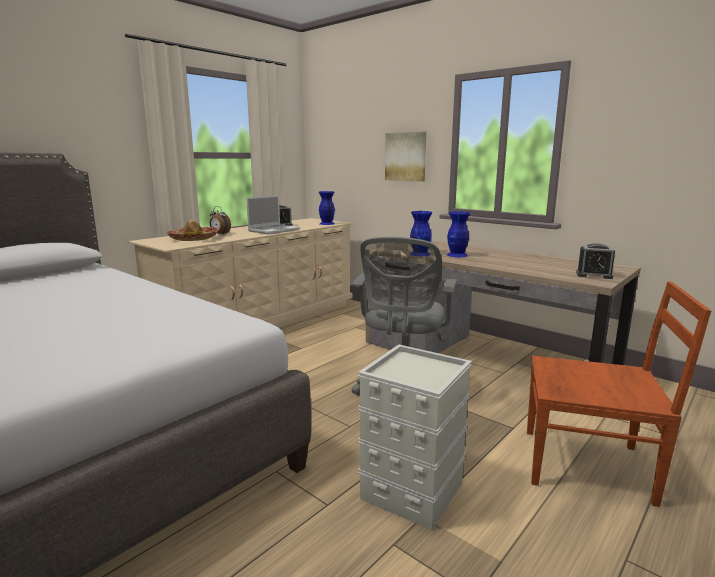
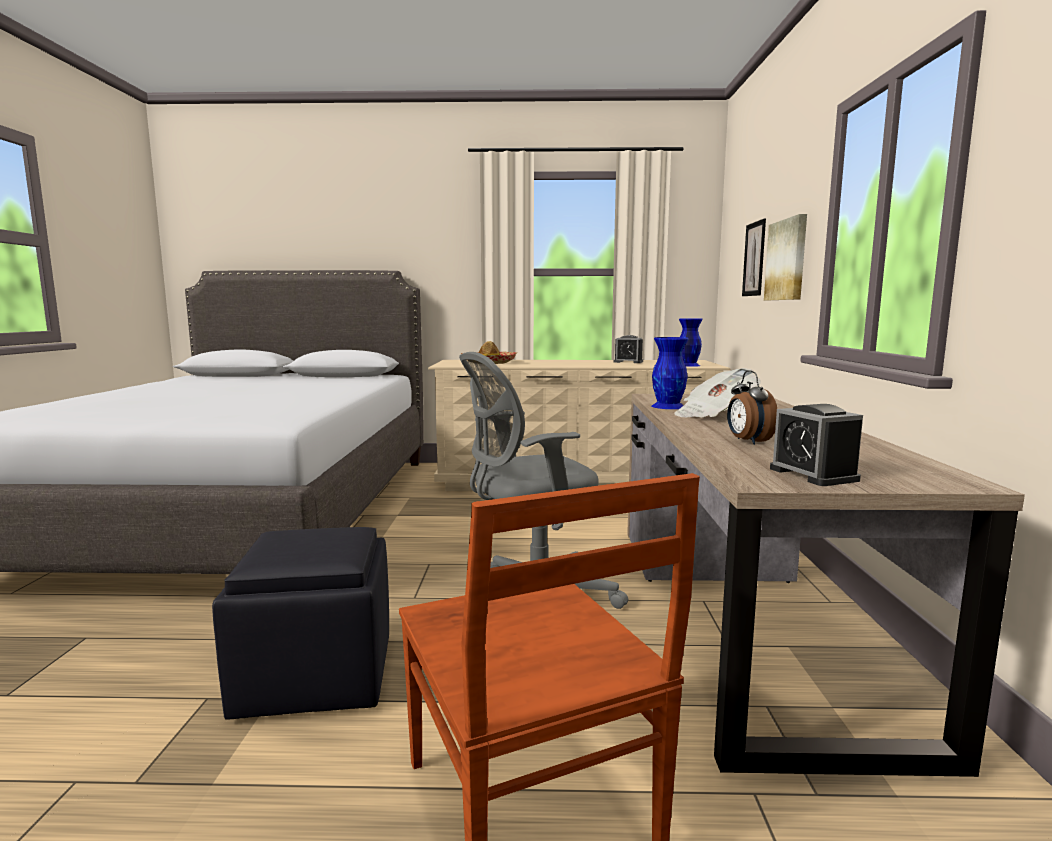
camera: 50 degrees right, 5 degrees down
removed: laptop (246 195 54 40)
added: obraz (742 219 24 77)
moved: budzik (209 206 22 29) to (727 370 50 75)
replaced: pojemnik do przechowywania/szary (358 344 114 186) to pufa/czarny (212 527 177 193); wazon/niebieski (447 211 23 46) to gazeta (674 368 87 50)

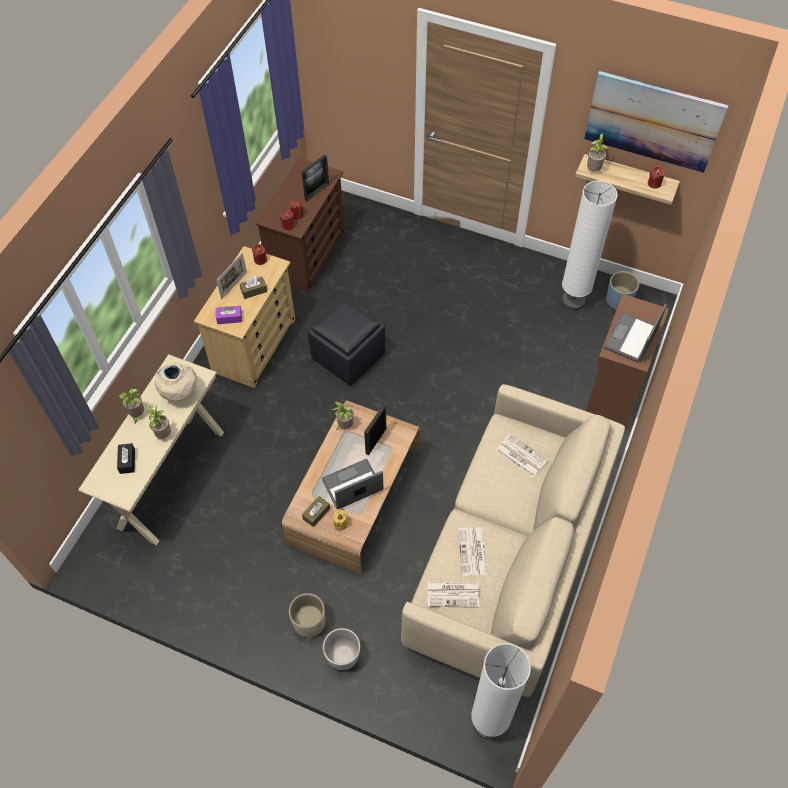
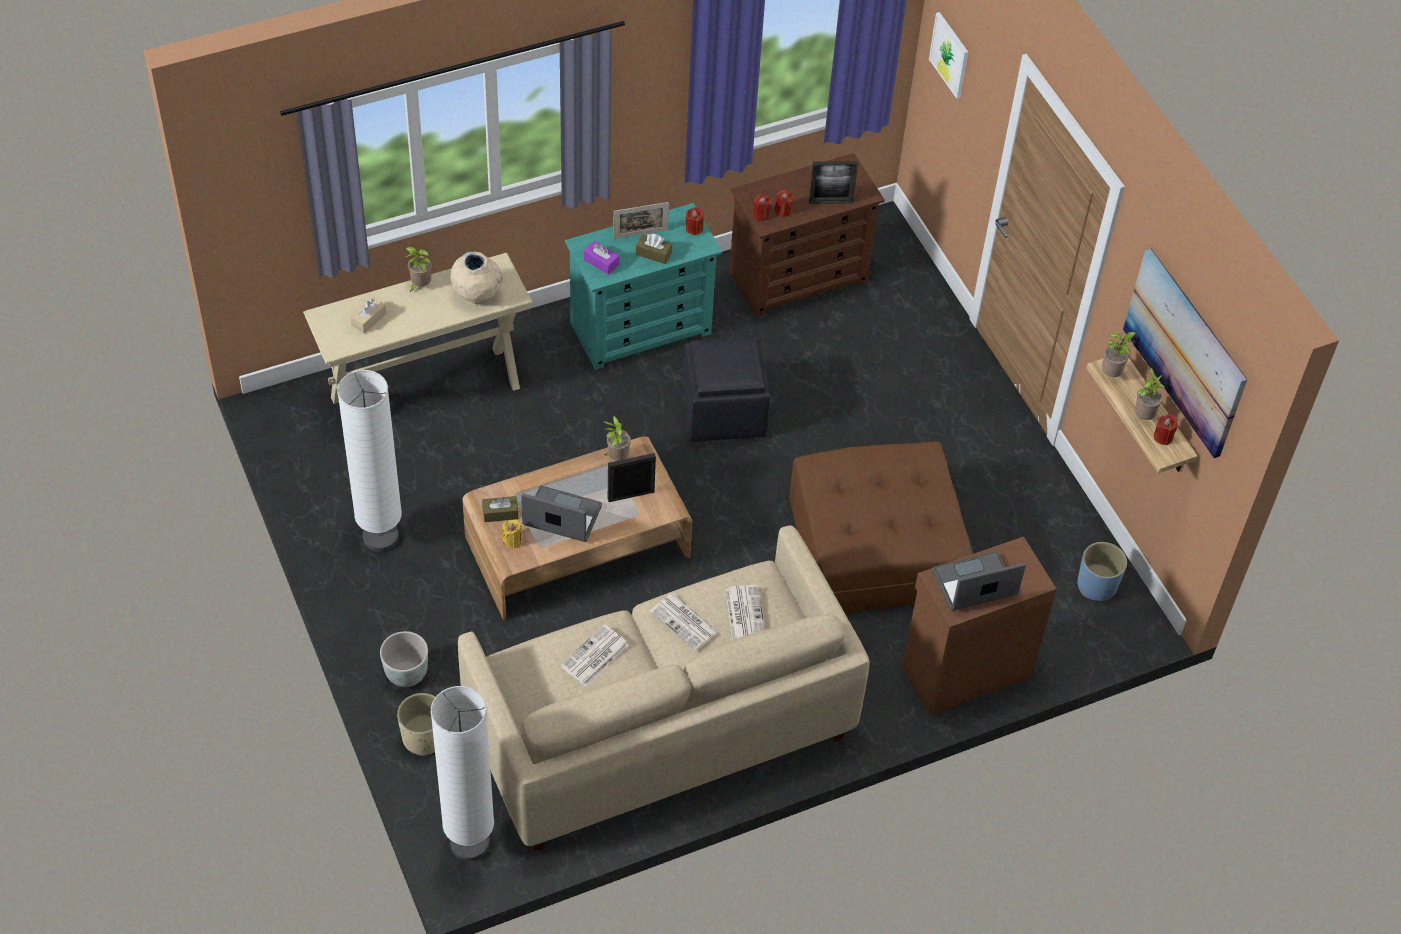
camera: 40 degrees right, 5 degrees down
added: pufa/brązowy (789 441 184 172); obraz (929 12 39 87)
moved: lampa stojąca/biały (562 181 56 129) to (337 370 65 182); donica/beżowy (289 593 36 44) to (397 693 39 63); gazeta (428 582 51 26) to (650 593 69 58); roślina doniczkowa (146 404 25 35) to (1135 368 30 52)
recoloured: pudełko chusteczek/czarny (117 443 18 31) to pudełko chusteczek/beżowy (350 297 36 36); komoda/beżowy (194 246 101 142) to komoda/turkusowy (565 203 157 167)

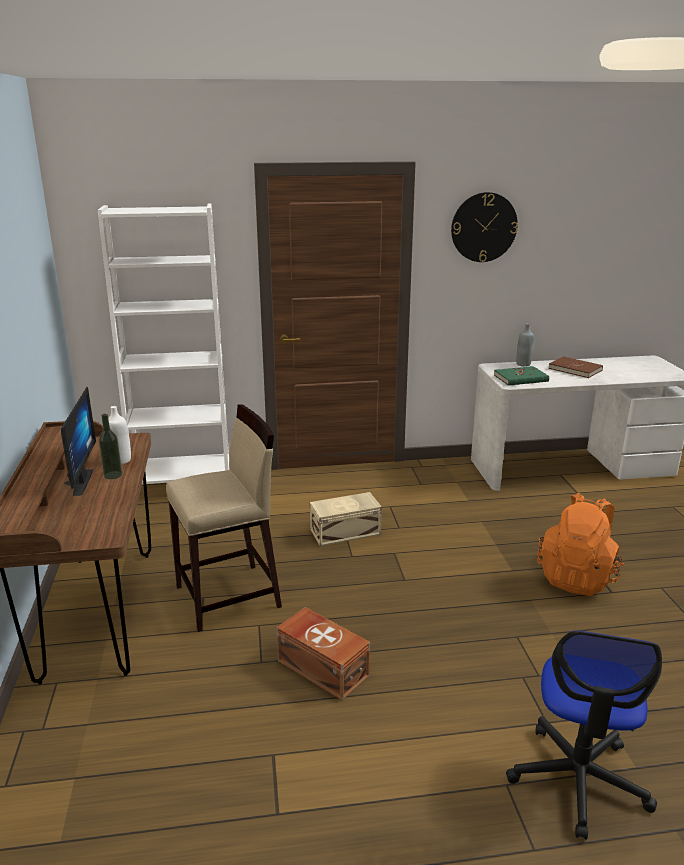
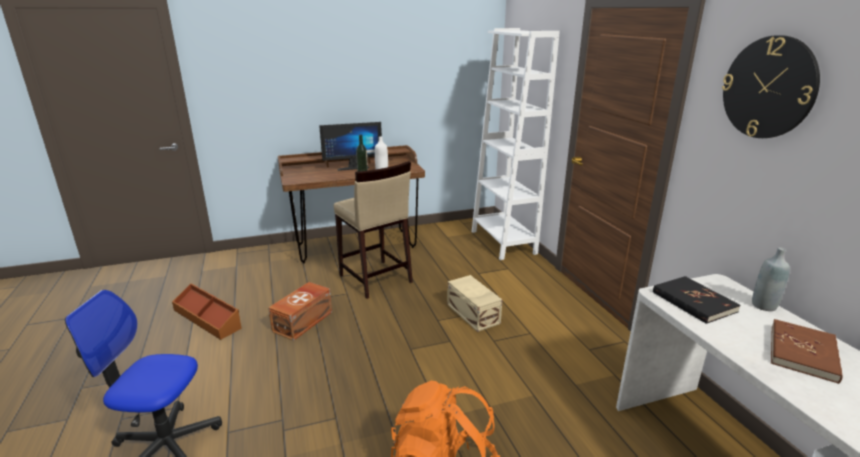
camera: 80 degrees right, 0 degrees up
added: pojemnik do przechowywania/brązowy (172 283 70 57)
recoloured: książka/zielony (494 366 55 20) to książka/czarny (653 276 88 48)

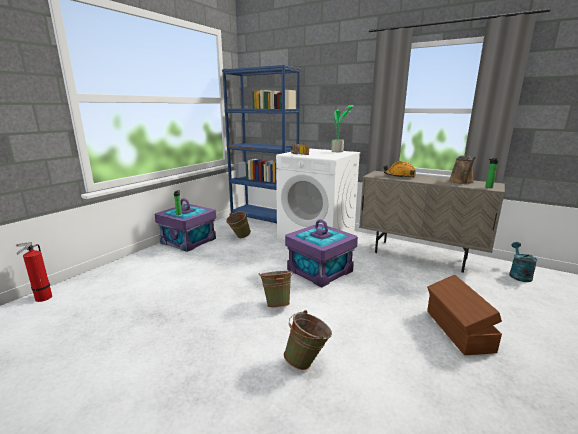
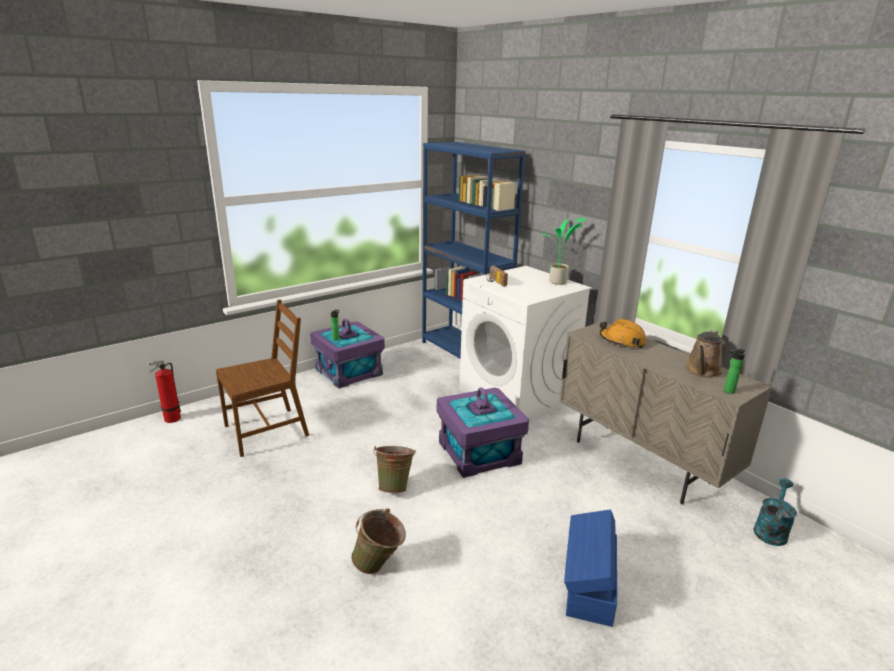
camera: 20 degrees right, 5 degrees up
removed: wiadro/zielony (226 211 25 27)
added: krzesło/brązowy (216 299 93 158)
recoloured: pojemnik do przechowywania/brązowy (427 275 75 80) to pojemnik do przechowywania/niebieski (564 510 53 117)

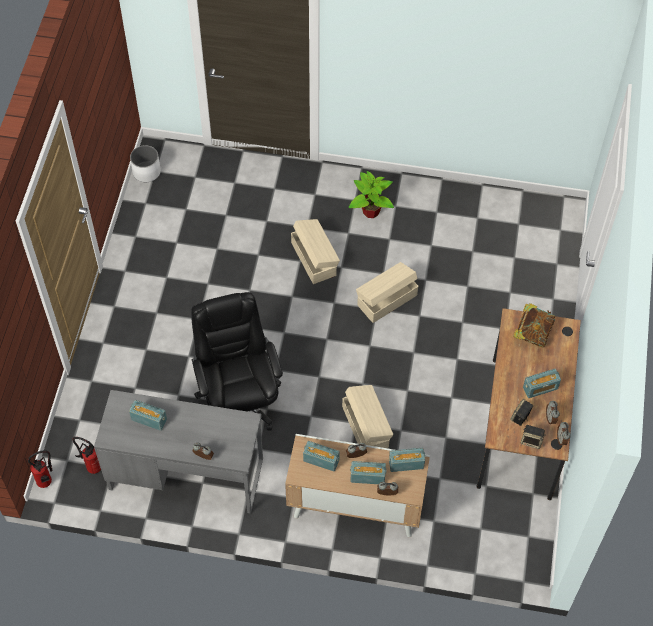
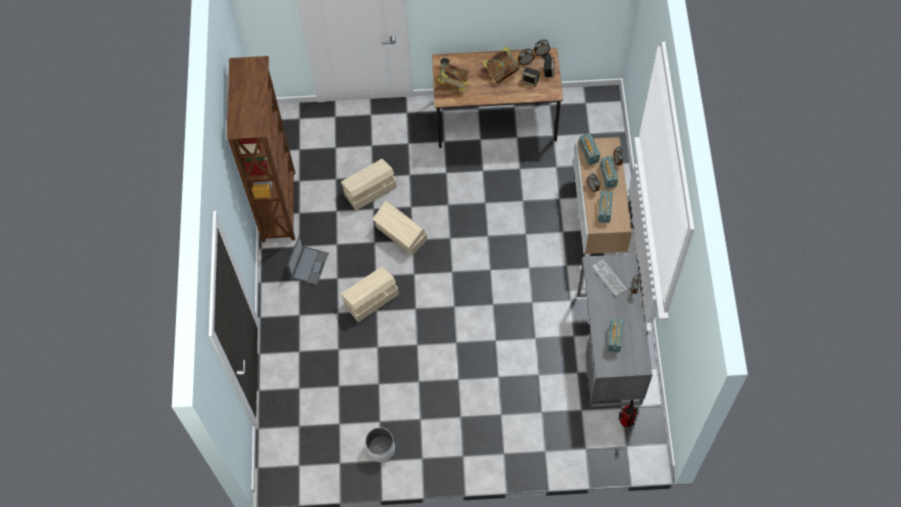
camera: 100 degrees left, 5 degrees up
removed: gaśnica (28 450 25 38); krzesło biurowe/czarny (191 292 92 138)
added: regał/brązowy (227 56 68 186); klawiatura (592 260 35 36)
moved: pojemnik do przechowywania/beżowy (342 385 51 63) to (341 159 56 52); donica/biały (130 145 31 37) to (365 427 30 35)
replaced: roślina doniczkowa (349 171 45 47) to laptop (287 234 42 51); radio (523 369 38 29) to książka (482 47 38 37)

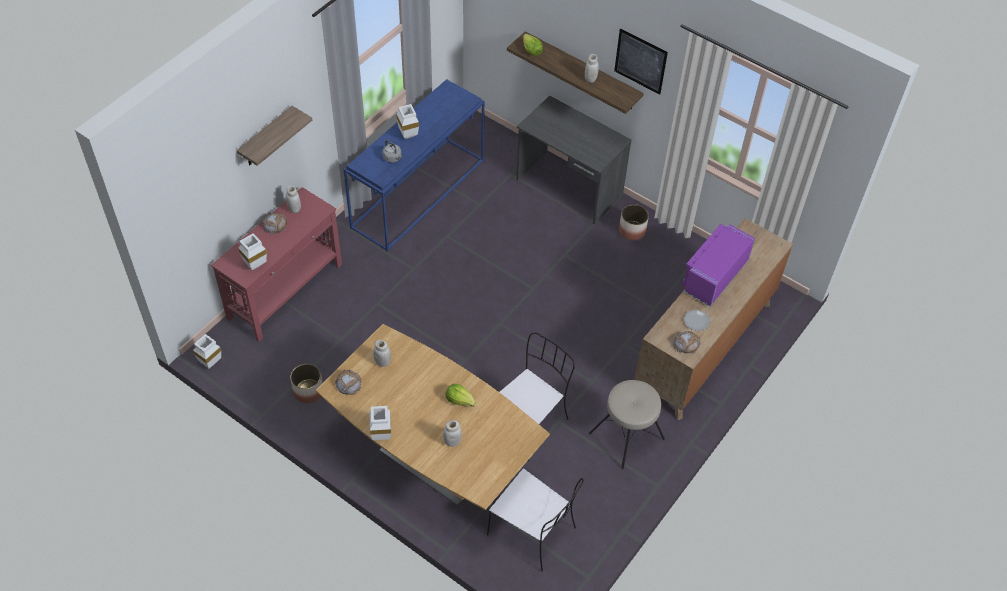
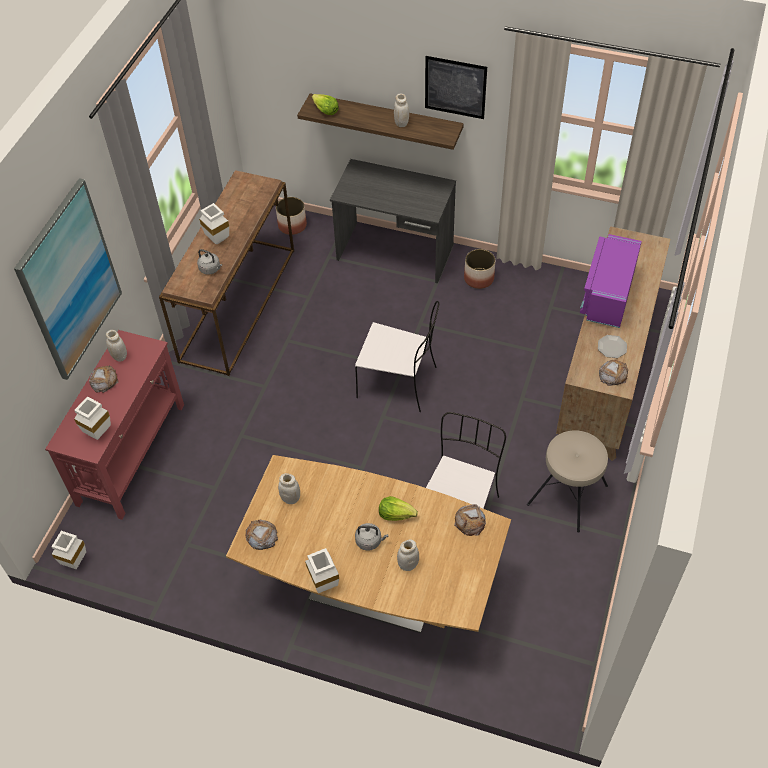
camera: 15 degrees left, 0 degrees up
added: czajnik/szary (355 523 33 28); chleb (454 504 32 32)
moved: donica (290 364 33 39) to (276 197 31 38); krzesło/biały (487 469 97 102) to (355 301 84 111)
replaced: półka (237 106 75 60) to obraz (14 178 108 202)
recoloured: stolik konsolowy/niebieski (343 79 142 173) to stolik konsolowy/brązowy (159 170 135 206)

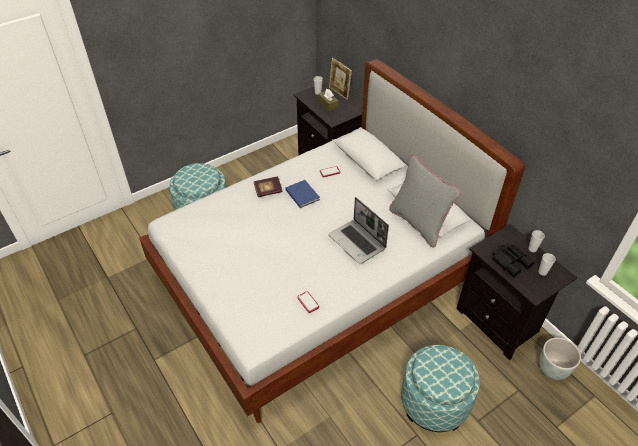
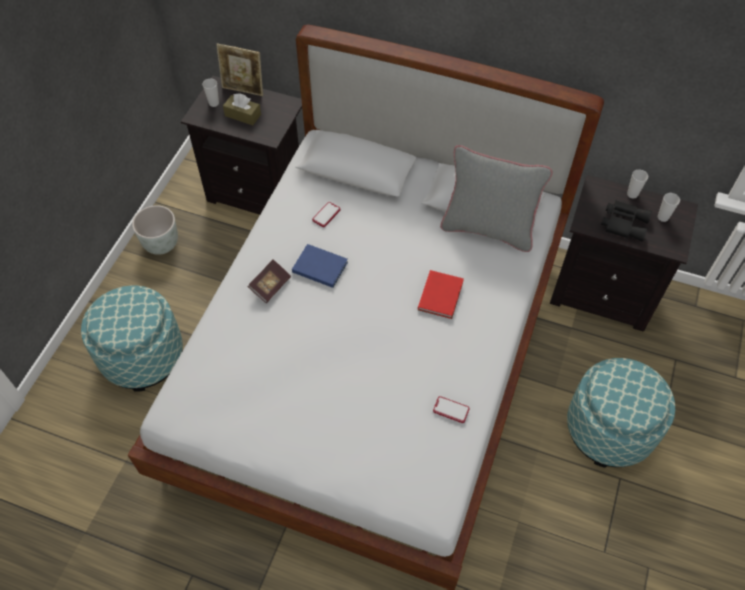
camera: 35 degrees left, 10 degrees up
moved: donica/szary (539 338 42 42) to (132 205 46 50)
replaced: laptop (328 197 61 67) to książka/czerwony (418 270 46 49)

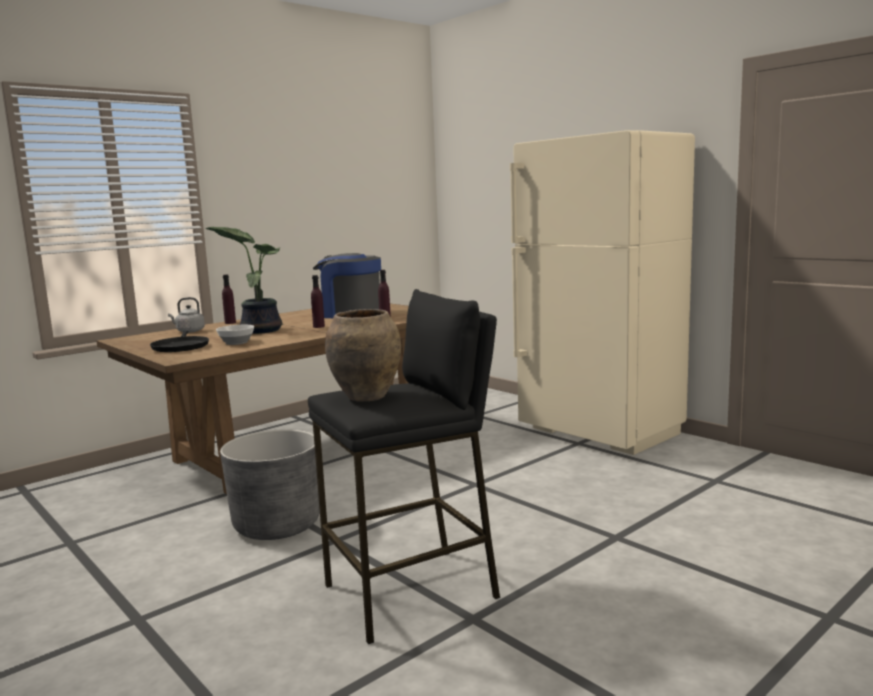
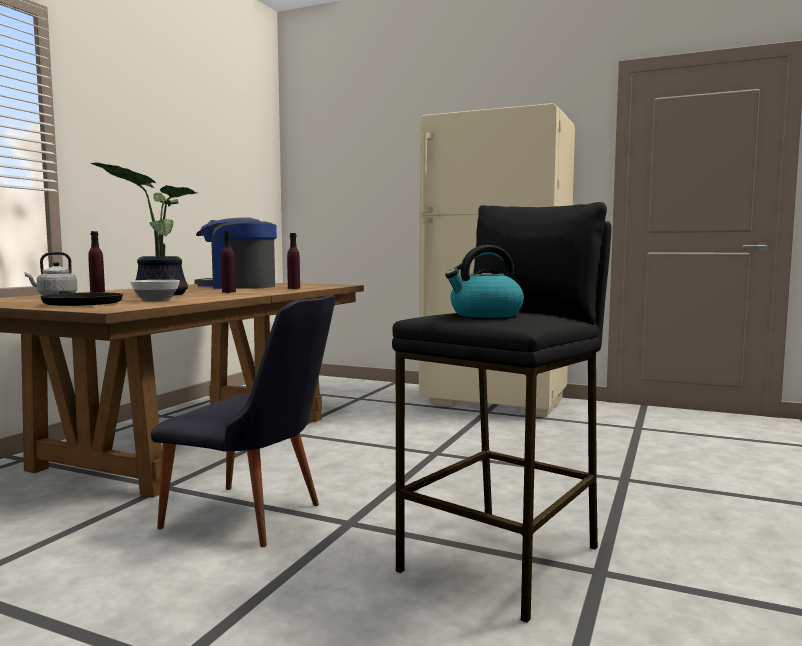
camera: 25 degrees left, 5 degrees down
replaced: donica/szary (220 429 100 111) to krzesło/czarny (151 295 184 252); wazon/brązowy (325 309 76 93) to czajnik (445 245 79 73)

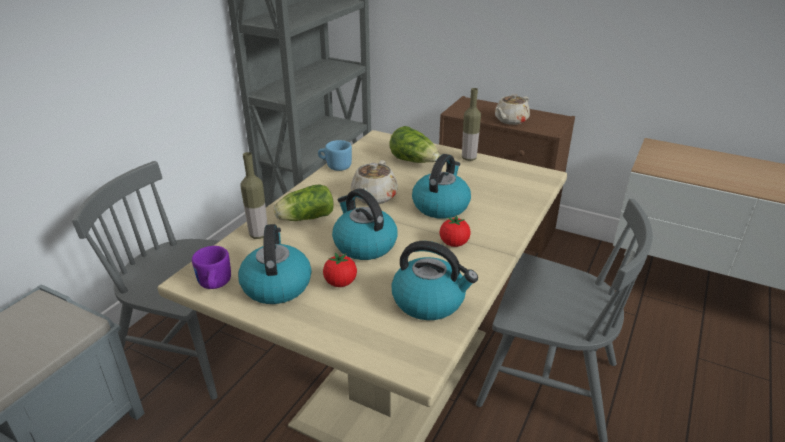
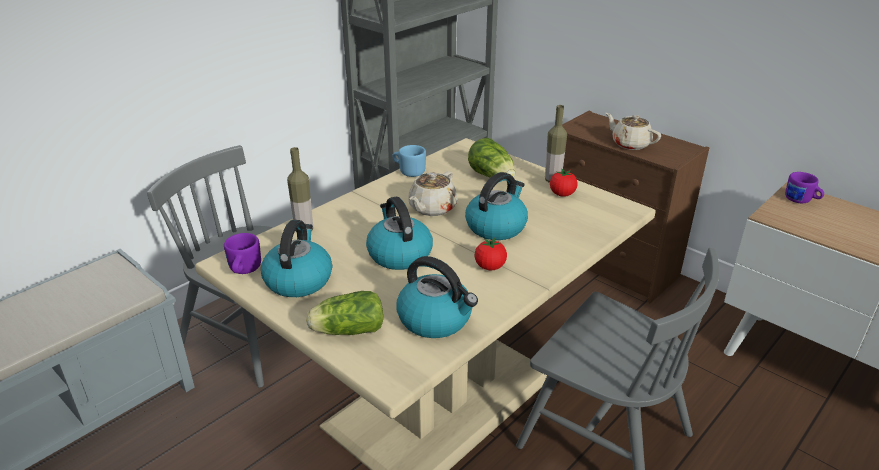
camera: 15 degrees right, 0 degrees up
added: kubek/fioletowy (785 172 39 31)
moved: sałata (274 184 60 37) to (306 291 77 44); pomidor (323 253 34 34) to (550 169 28 28)
turned: imbryk/beżowy (495 94 35 31) = (606 113 55 37) 75 degrees clockwise

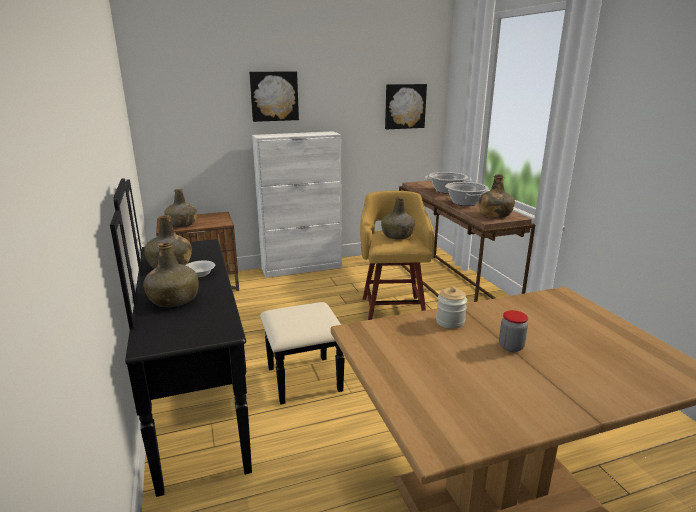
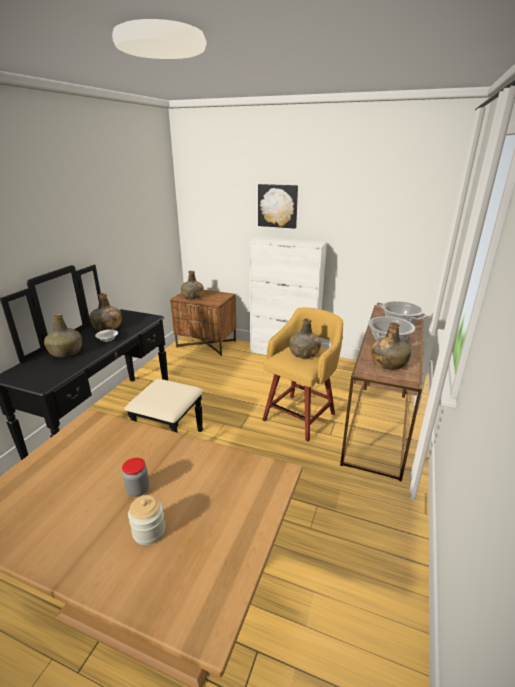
camera: 40 degrees right, 5 degrees up
removed: obraz (385 84 42 45)
moved: słoik (436 287 31 42) to (128 495 37 50)

